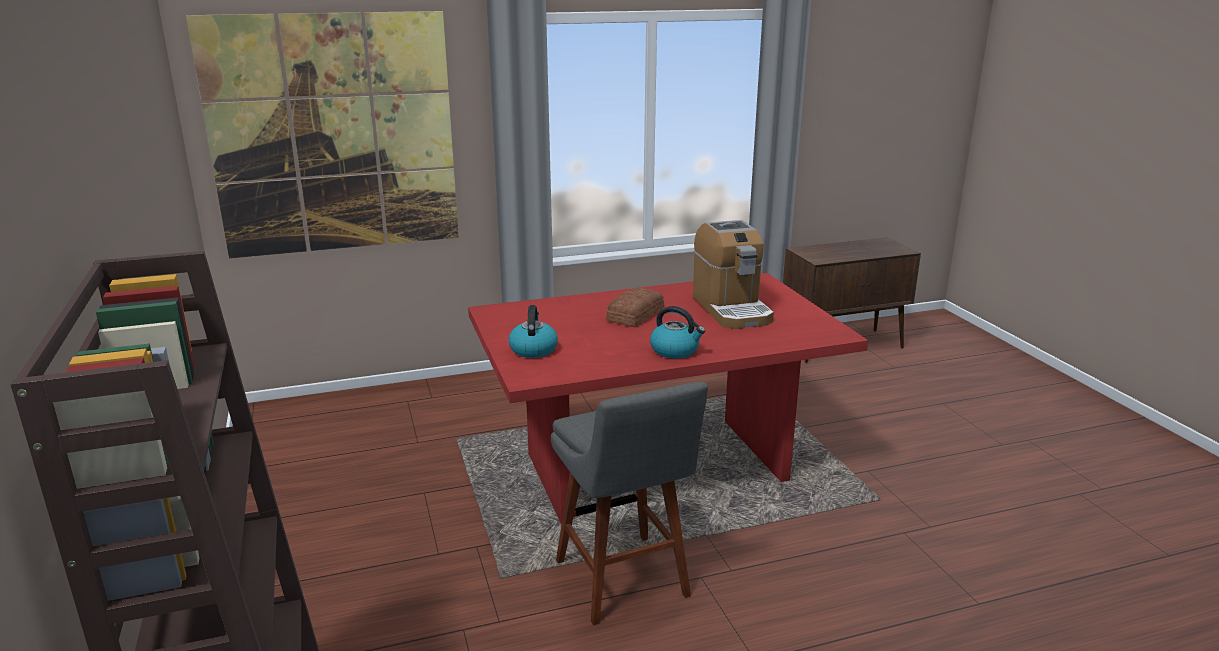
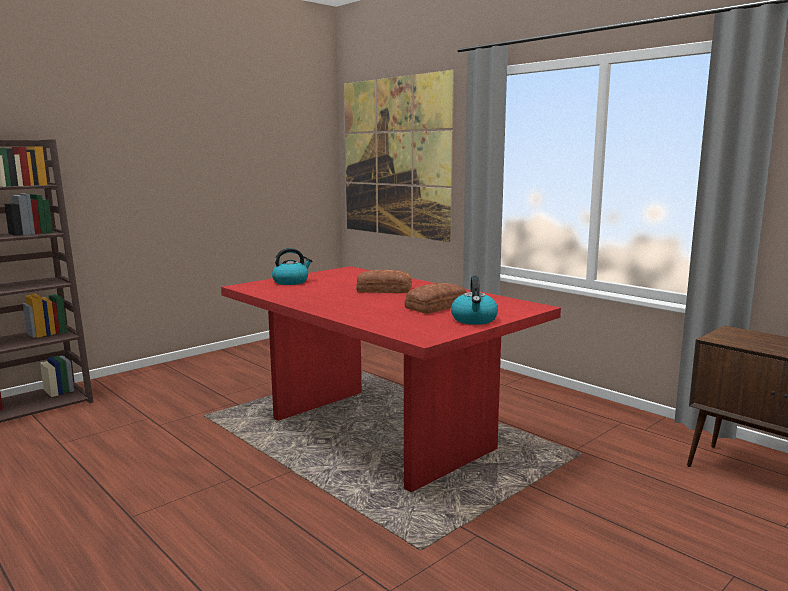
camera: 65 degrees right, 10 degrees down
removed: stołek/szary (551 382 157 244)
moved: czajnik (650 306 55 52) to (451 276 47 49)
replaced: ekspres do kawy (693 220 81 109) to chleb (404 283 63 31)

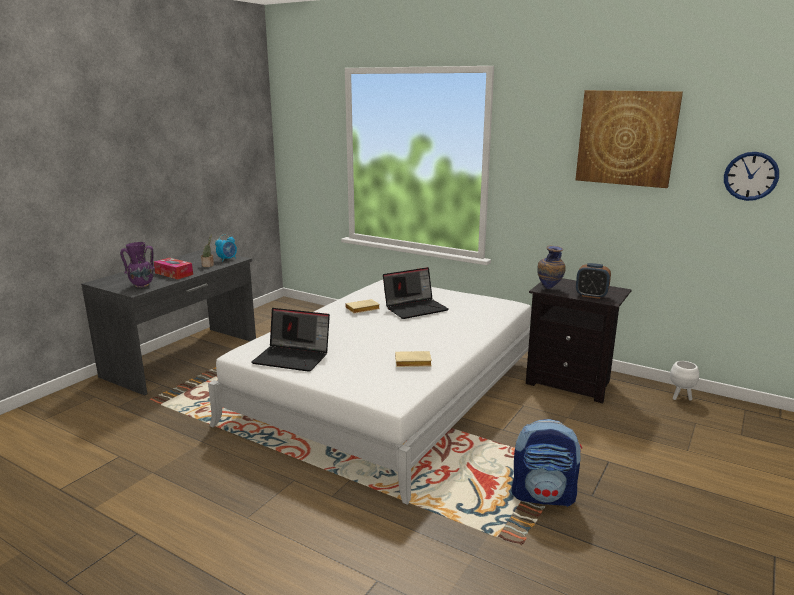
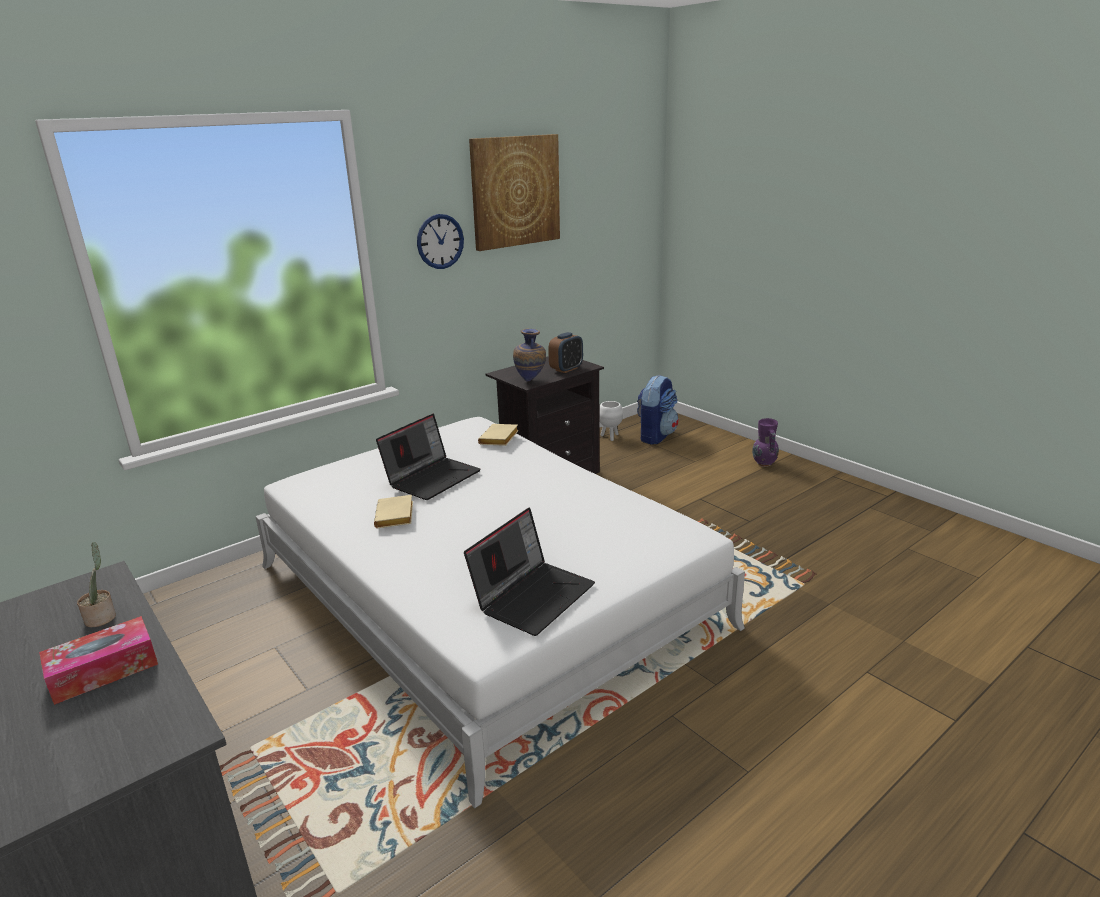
camera: 70 degrees left, 5 degrees up
removed: budzik (215 234 22 28)
moved: zegar ścienny (724 152 55 49) to (417 214 47 55); książka/beżowy (395 351 37 16) to (478 424 41 22); plecak (512 419 70 88) to (637 375 42 70); wazon/fioletowy (120 242 35 46) to (752 418 27 49)
turned: laptop (383 267 66 52) = (376 414 105 86) 45 degrees clockwise

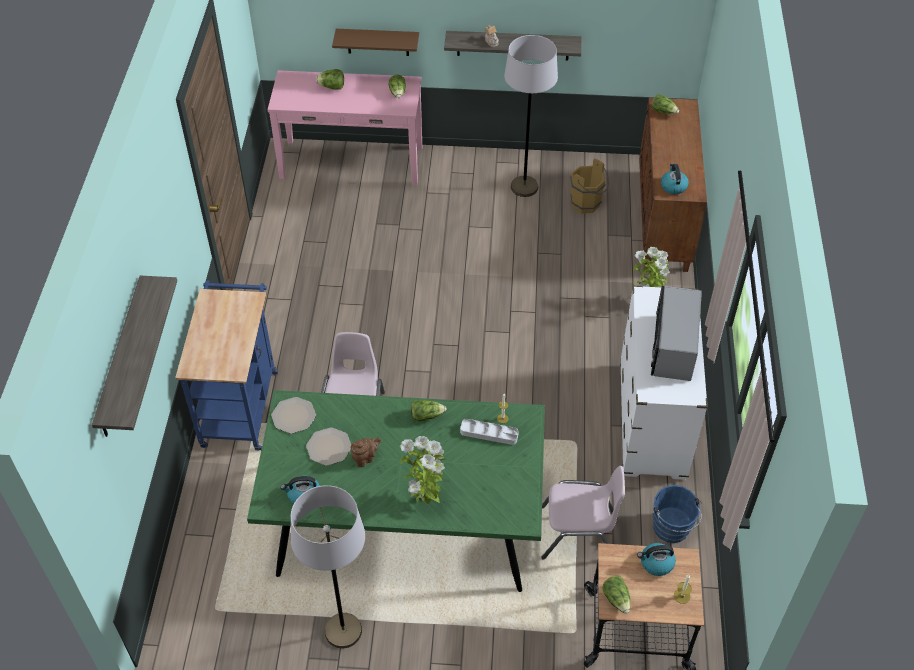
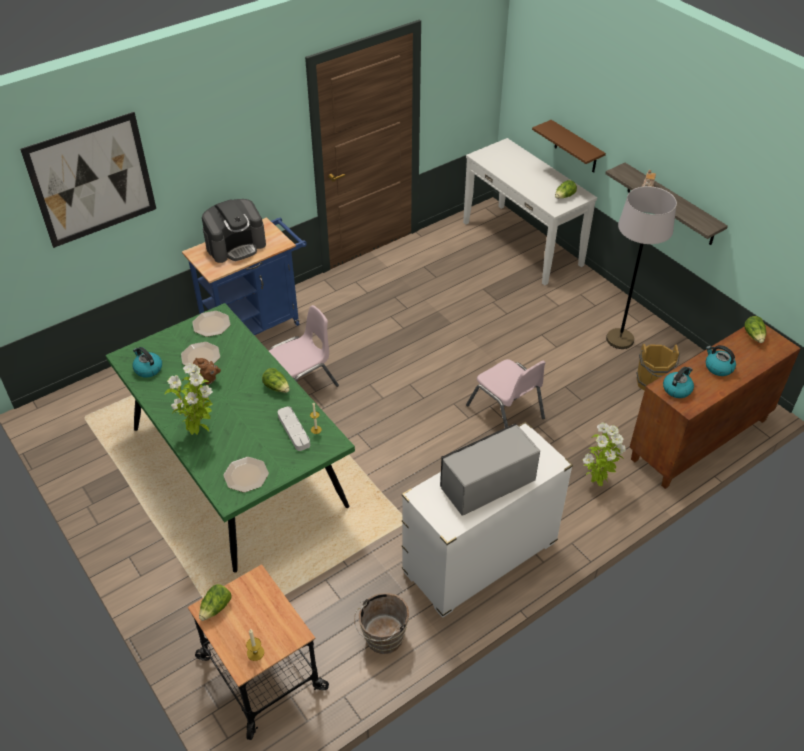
camera: 50 degrees right, 5 degrees down
removed: lampa stojąca/szary (291 485 74 163); sałata (316 69 28 21)
added: ekspres do kawy (202 199 64 64); talerz (223 457 46 35)
moved: krzesło/różowy (541 466 84 94) to (466 359 80 69); czajnik (637 543 39 33) to (706 345 30 31)
replaced: półka (92 276 85 161) to obraz (20 112 136 136)
recoloured: wiadro/niebieski (653 485 49 58) to wiadro/brązowy (354 593 55 61); stolik konsolowy/różowy (268 70 154 115) to stolik konsolowy/biały (463 138 134 148)

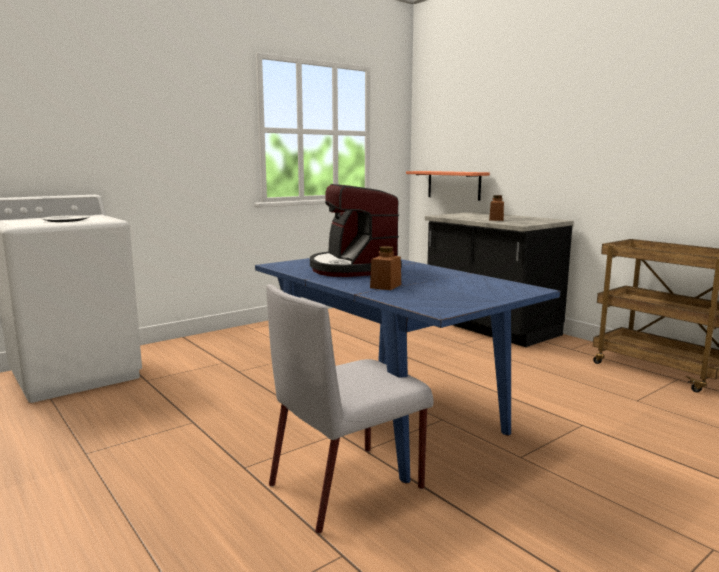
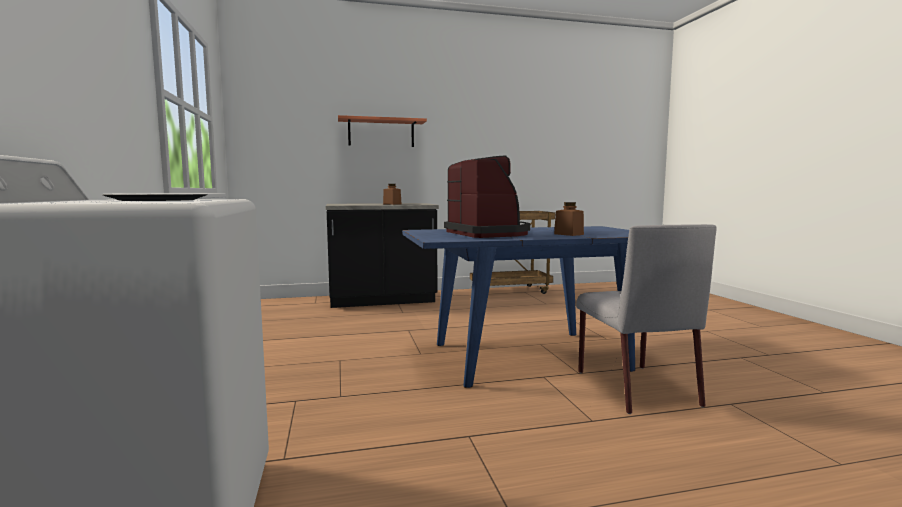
camera: 65 degrees left, 5 degrees down
moved: półka (406 171 84 30) to (338 115 89 32)
turned: ekspres do kawy (310 184 92 93) = (444 155 86 83) 120 degrees counterclockwise

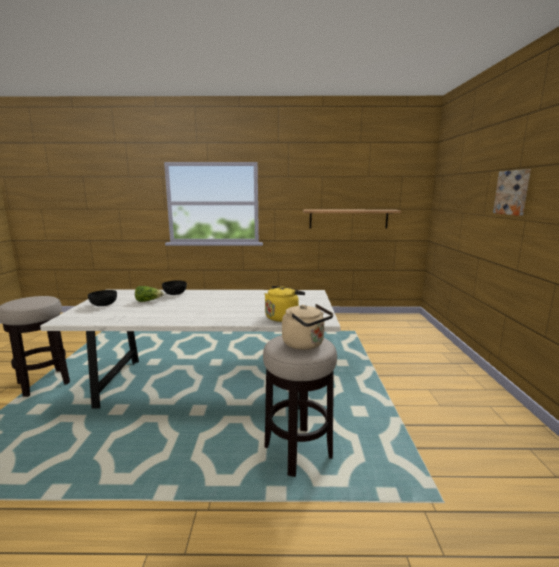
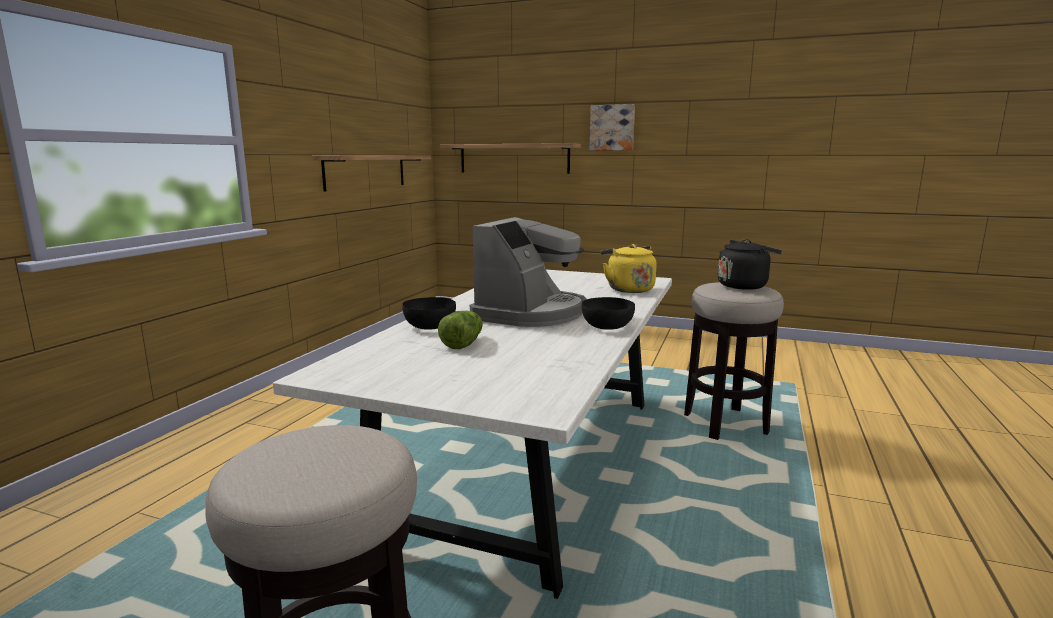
camera: 70 degrees left, 0 degrees up
added: półka (440 143 141 31); ekspres do kawy (470 217 117 110)
moved: miska/czarny (88 290 29 16) to (582 297 53 33)
recoloured: czajnik/beżowy (282 304 51 46) to czajnik/czarny (718 239 64 51)

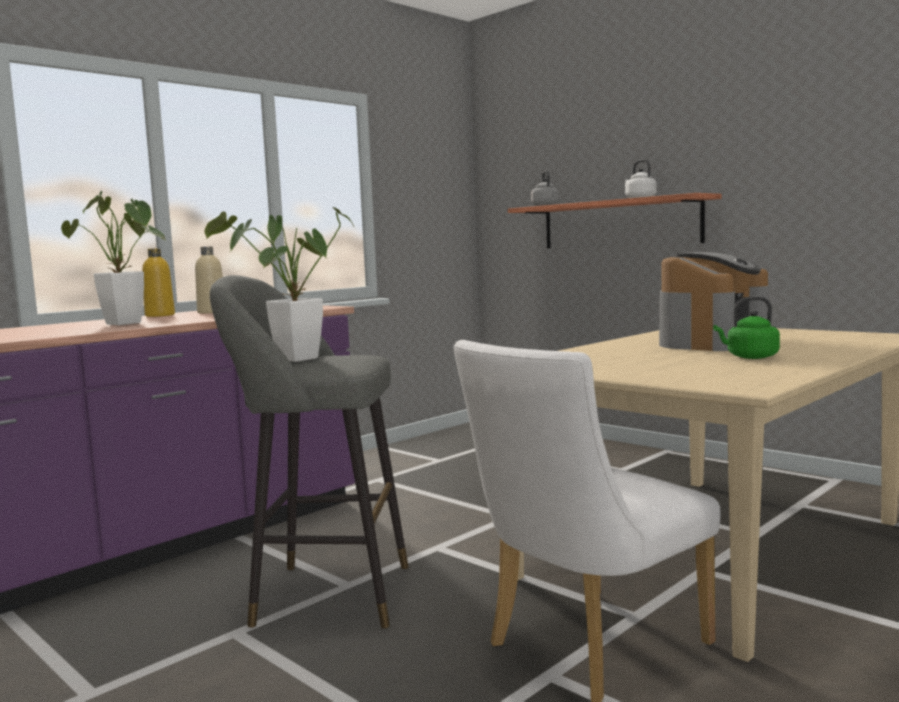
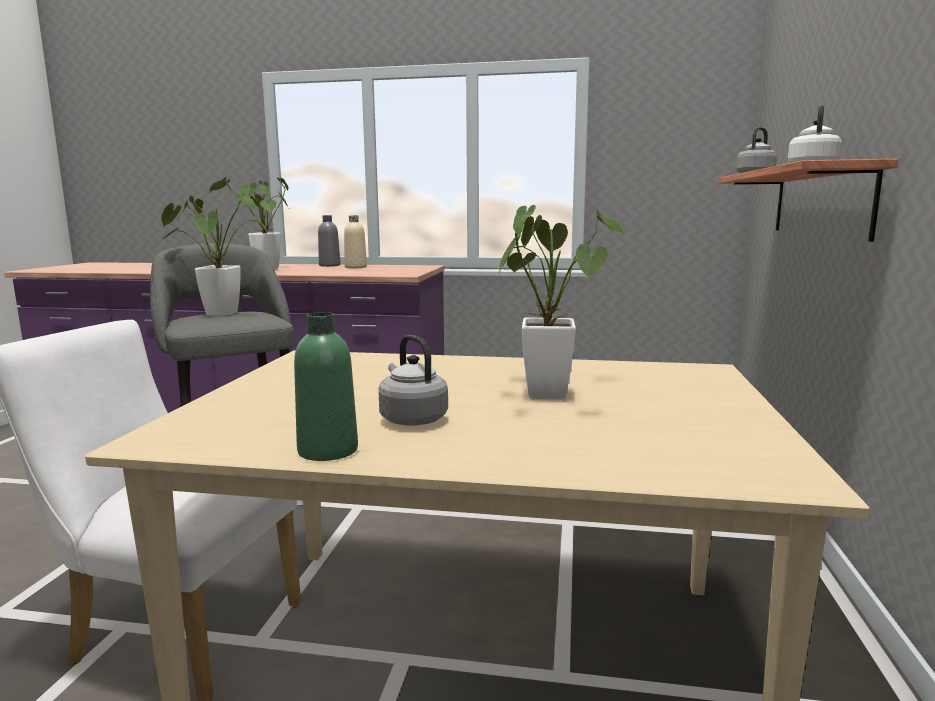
camera: 55 degrees right, 5 degrees up
added: butelka/zielony (294 312 64 149)
replaced: ekspres do kawy (659 252 110 99) to roślina doniczkowa (498 205 126 195)
recoloured: butelka/żółty (142 248 33 69) to butelka/szary (318 215 23 52); czajnik/zielony (713 297 67 62) to czajnik/szary (378 335 70 91)

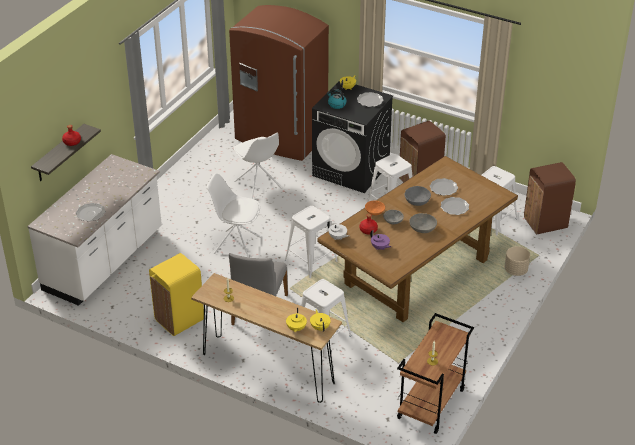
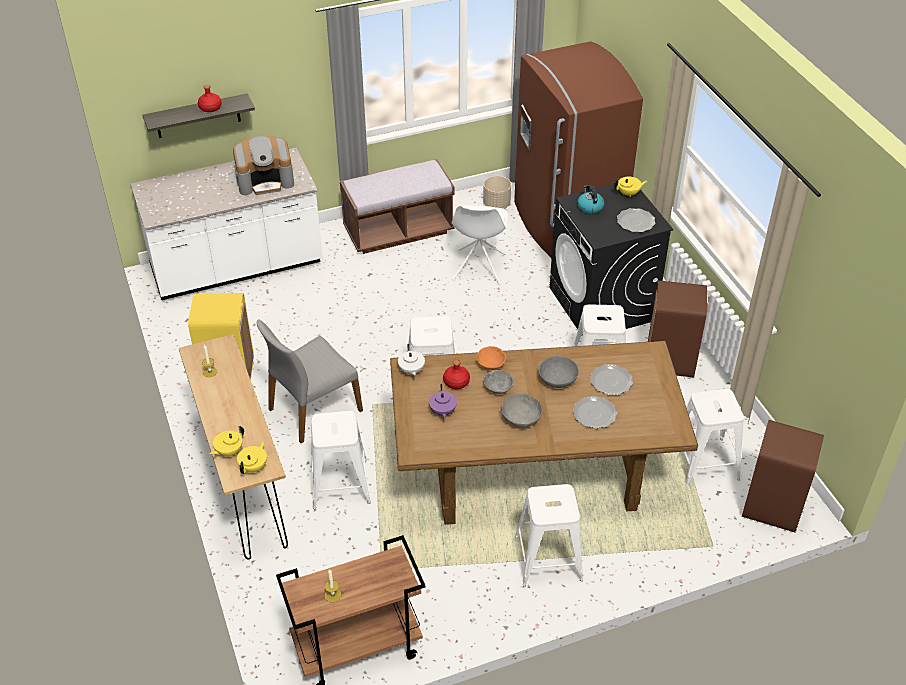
camera: 40 degrees right, 5 degrees up
removed: talerz (76 203 30 19); krzesło/biały (207 173 54 84)
added: ekspres do kawy (233 136 61 59); ławka/brązowy (340 159 114 95); stołek/biały (515 484 68 103)
moved: donica/beżowy (505 246 25 30) to (483 176 28 33)

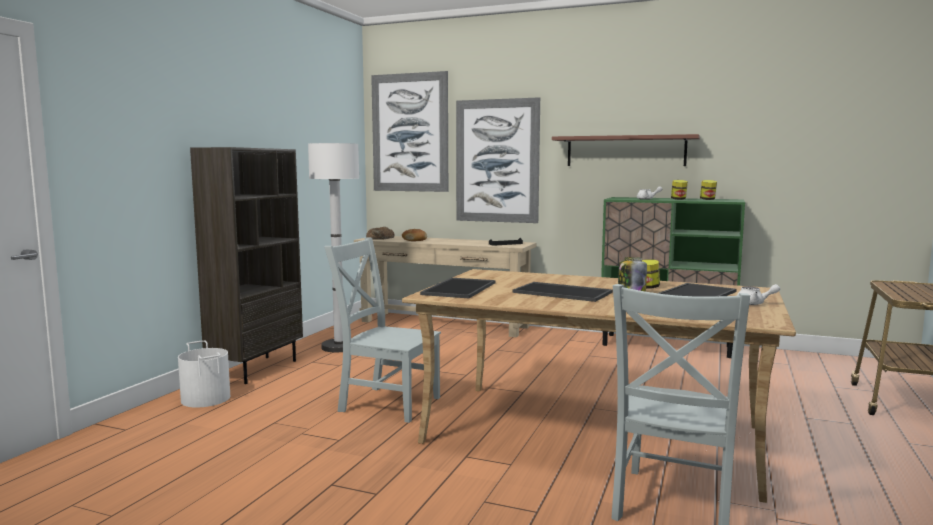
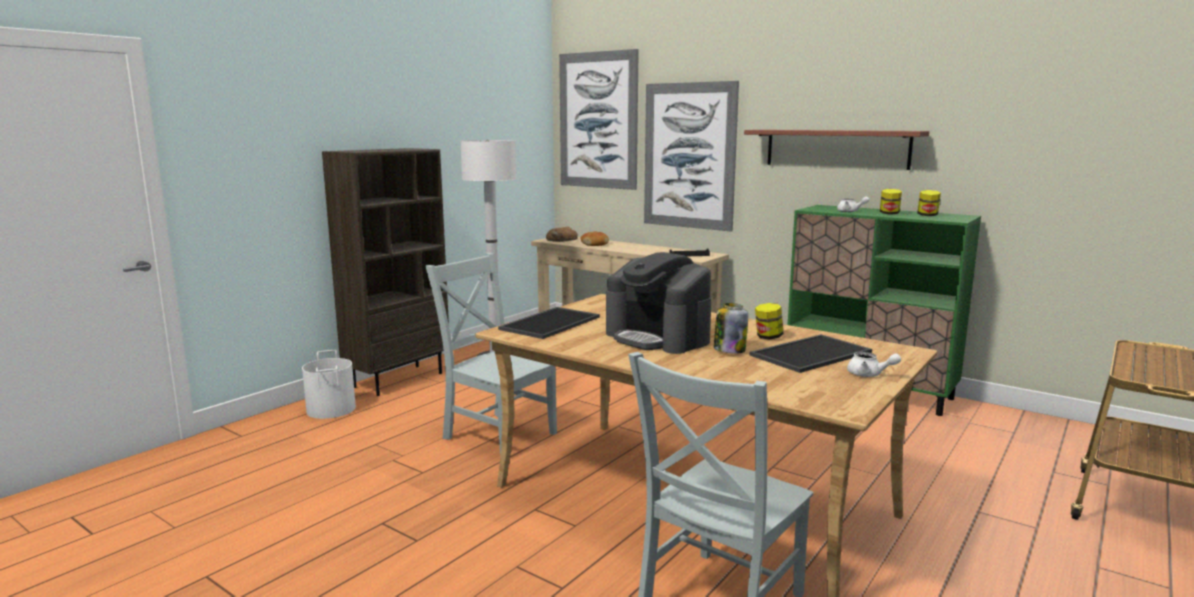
camera: 15 degrees right, 5 degrees up
replaced: taca (513 282 100 20) to ekspres do kawy (606 252 106 102)

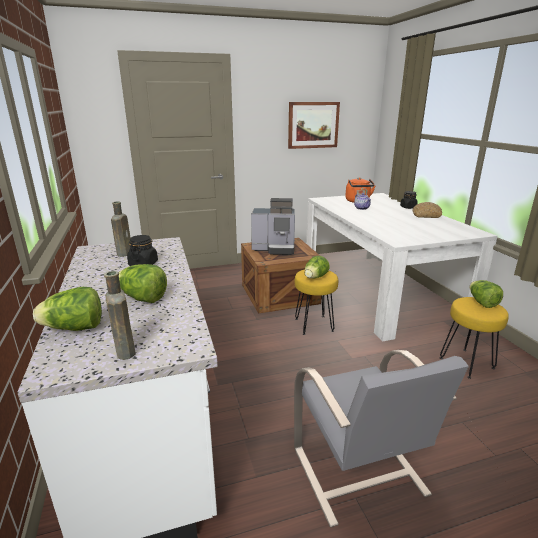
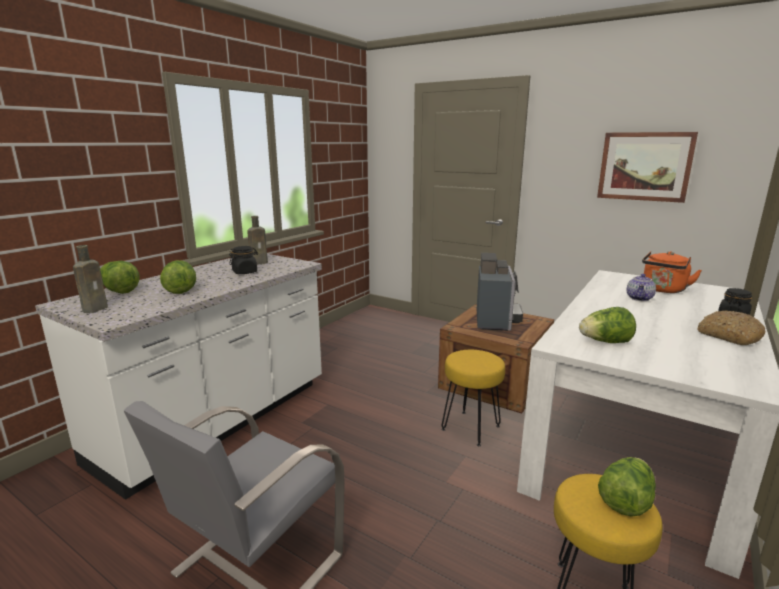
camera: 50 degrees right, 5 degrees down
moved: sałata (304 256 26 23) to (579 307 57 36)
turned: ekspres do kawy (251 198 44 57) = (477 253 46 78) 135 degrees counterclockwise

